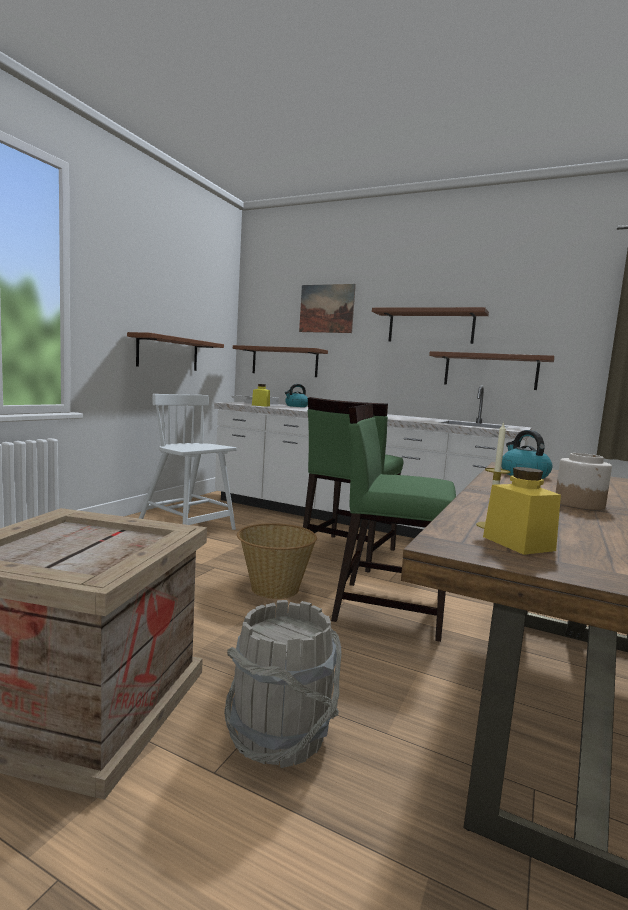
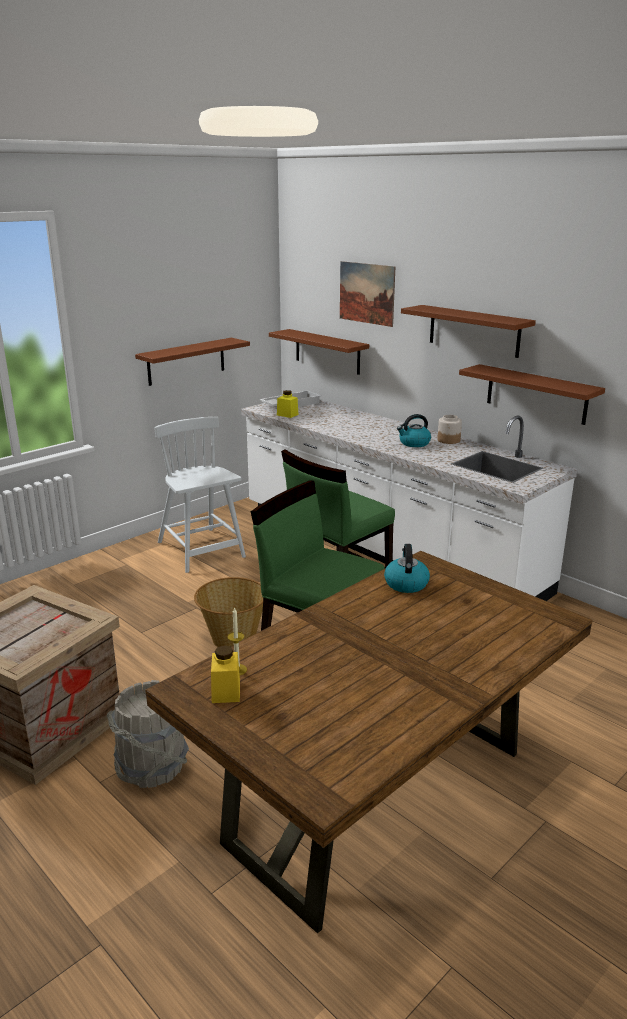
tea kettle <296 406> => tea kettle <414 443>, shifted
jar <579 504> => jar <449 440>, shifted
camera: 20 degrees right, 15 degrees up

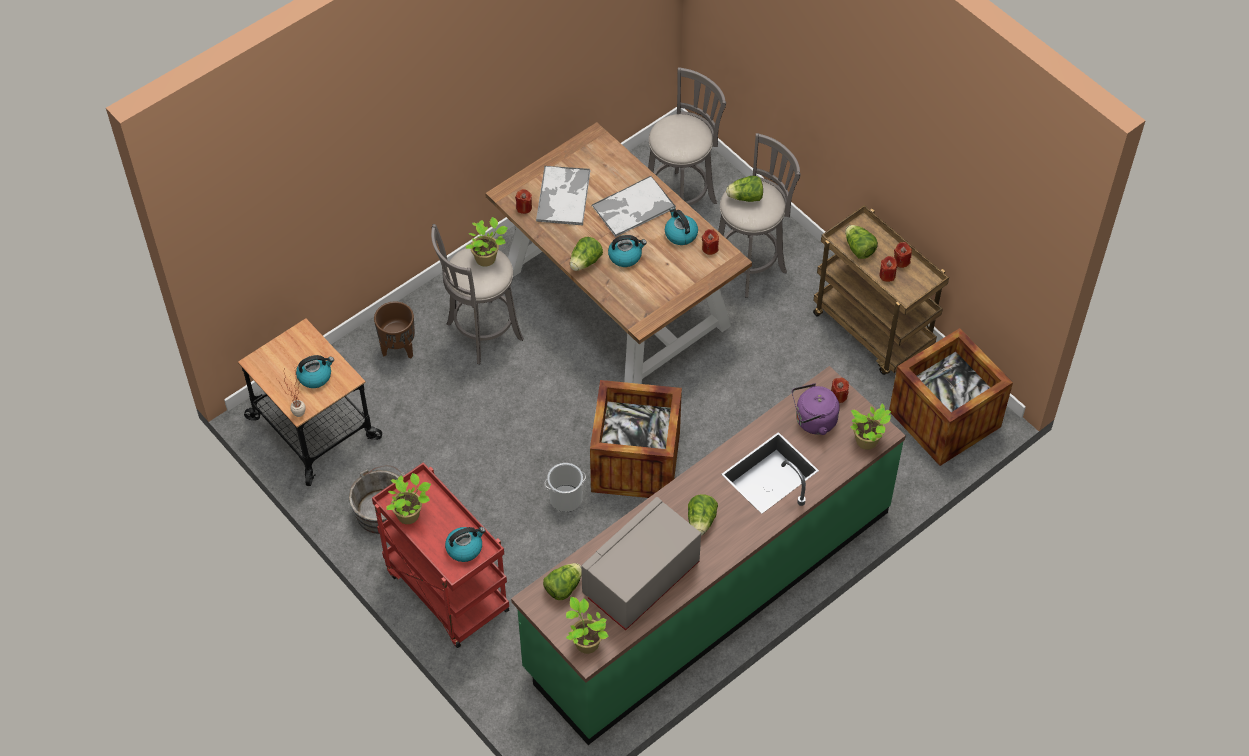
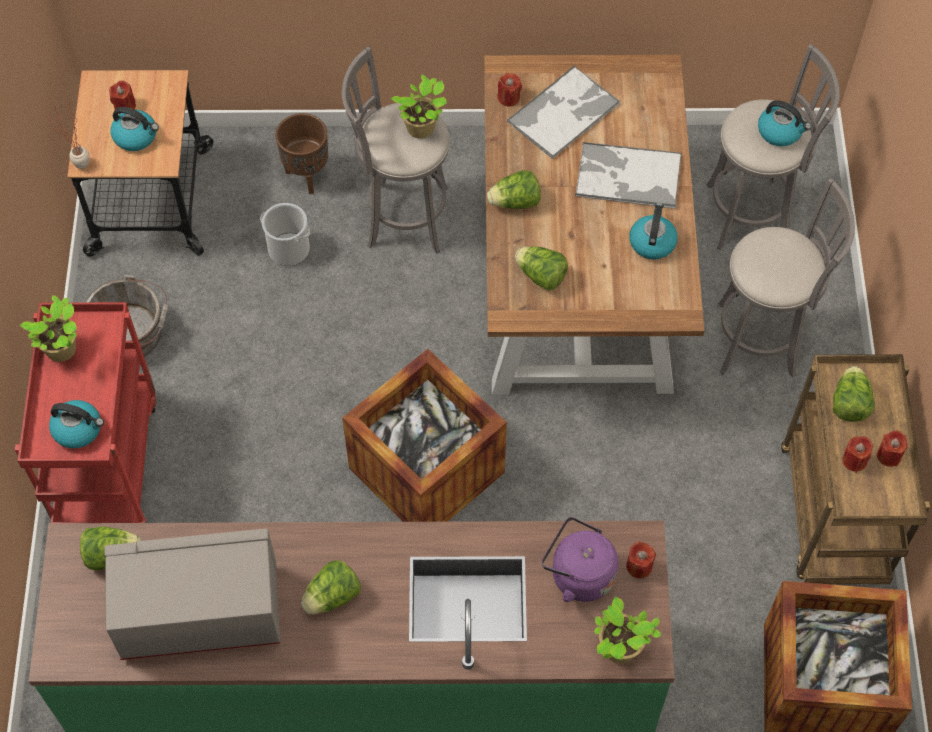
potted plant <586 642> => nothing
water bucket <566 498> => water bucket <289 249>, shifted
tea kettle <625 256> => tea kettle <780 132>, shifted
wax candle (red-coloured) <710 248> => wax candle (red-coloured) <125 106>, shifted
lettuce head <745 197> => lettuce head <541 276>, shifted
camera: 40 degrees right, 5 degrees up

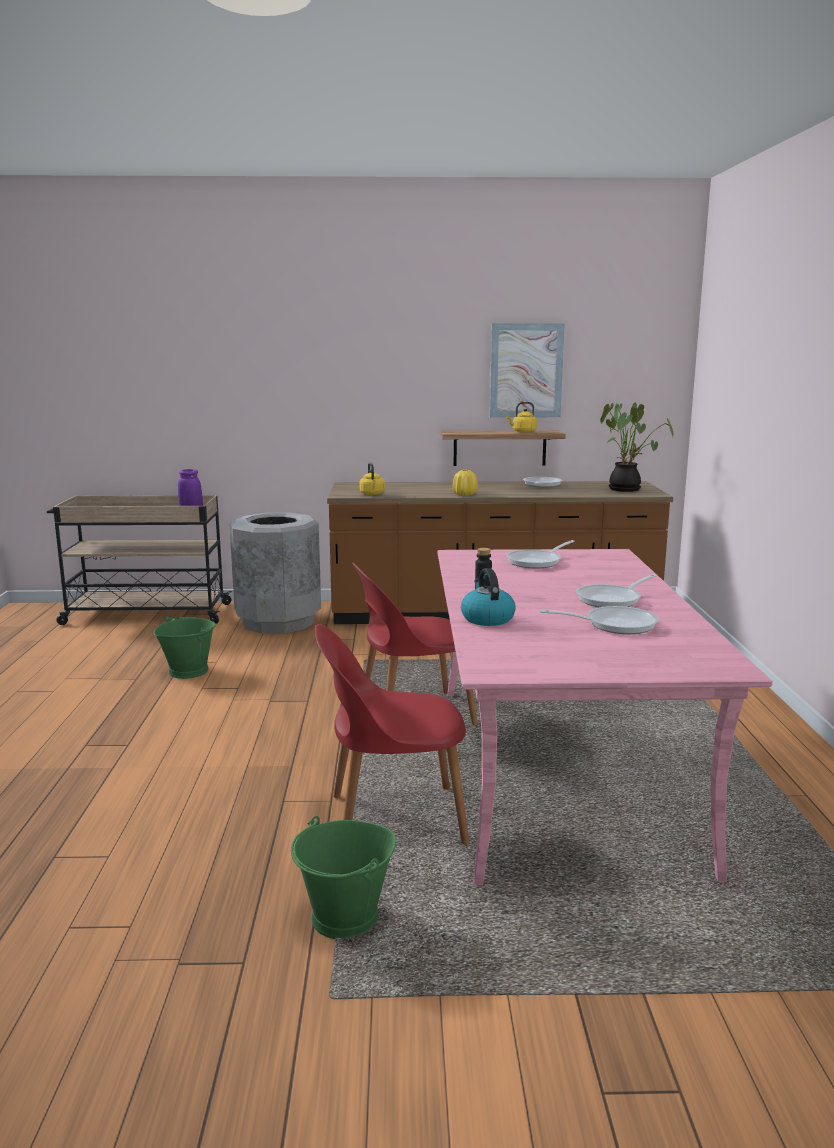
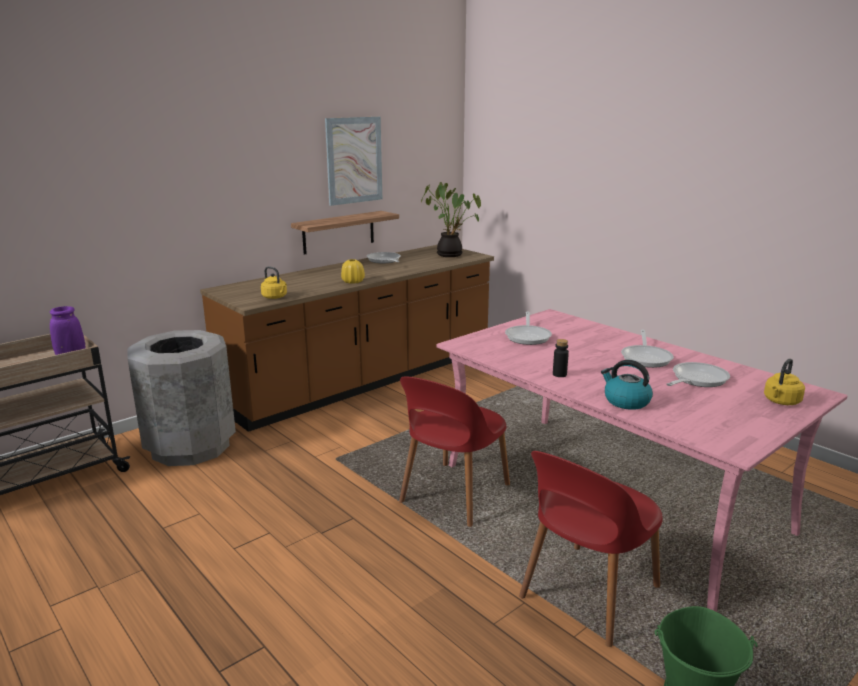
water bucket (green) <188 671> => nothing
tea kettle (yellow) <523 432> => tea kettle (yellow) <781 402>, shifted
camera: 40 degrees left, 5 degrees up

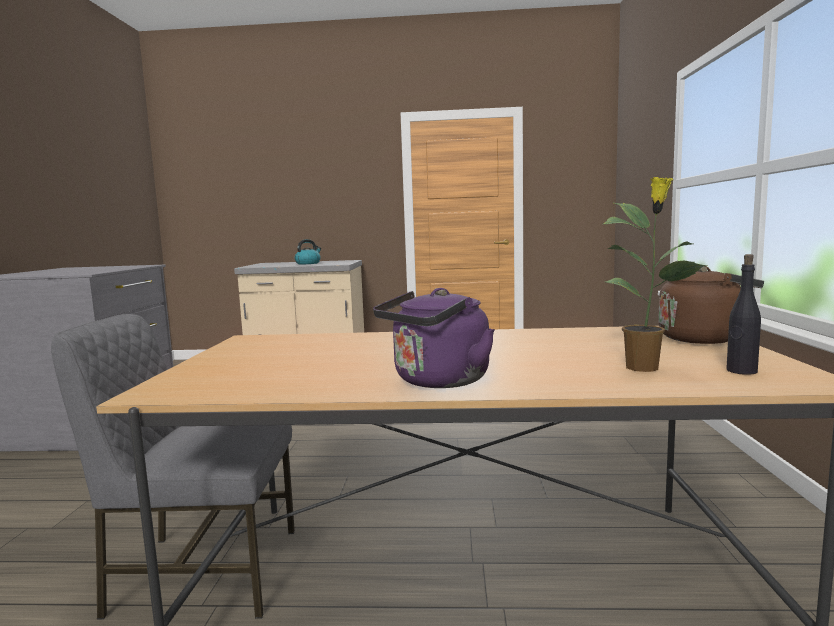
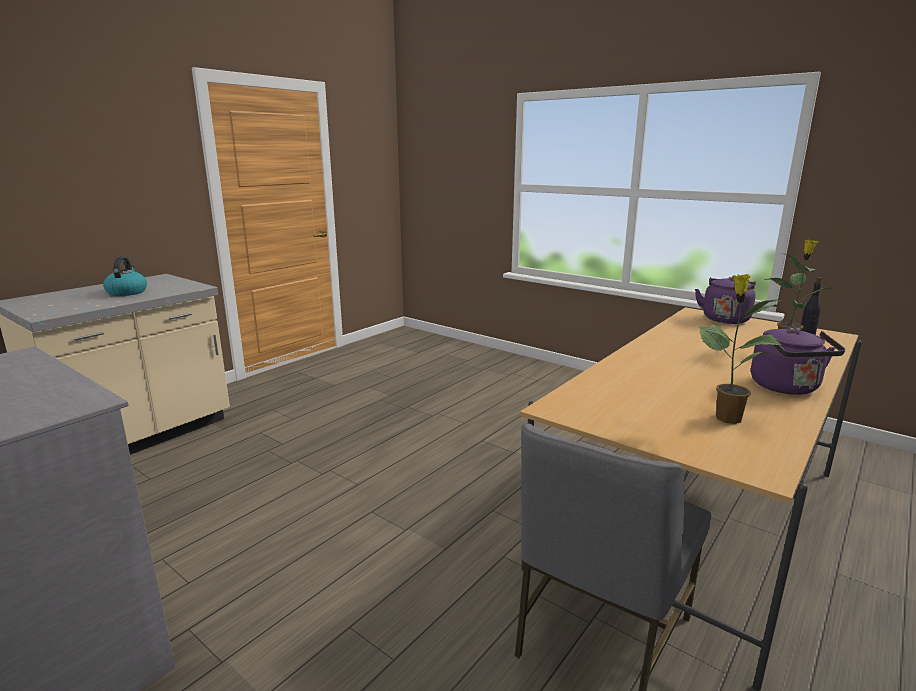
nothing => potted plant <726 418>
tea kettle (brown-coloured) <703 338> => tea kettle (purple-coloured) <725 319>
camera: 55 degrees left, 10 degrees up

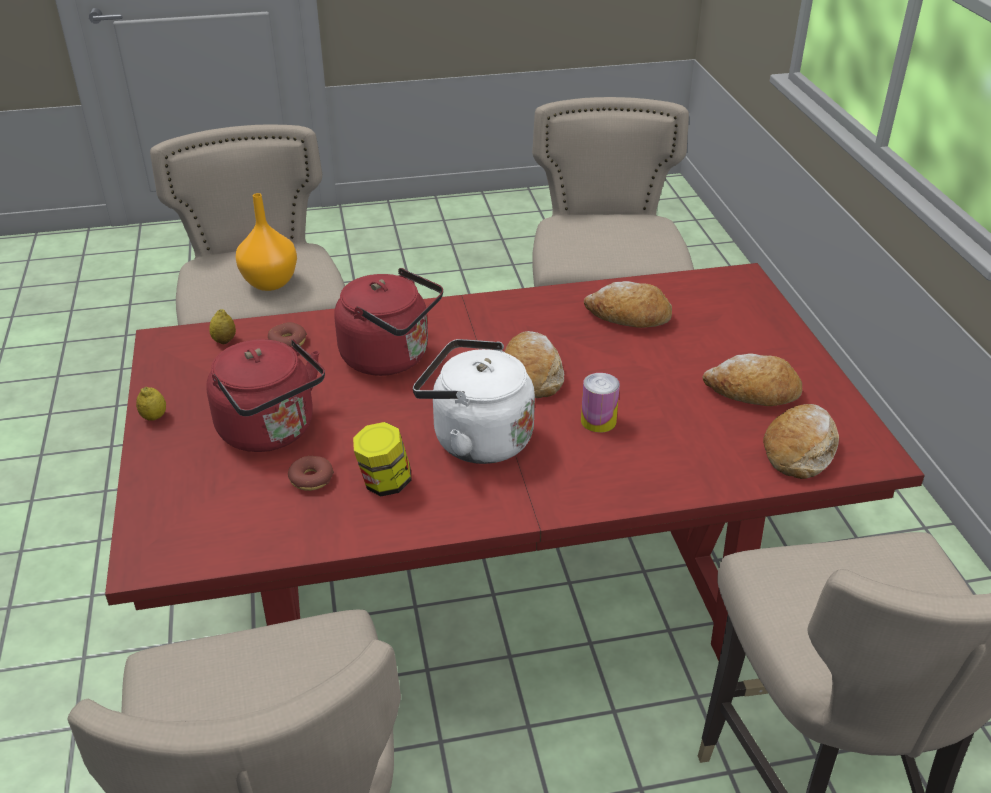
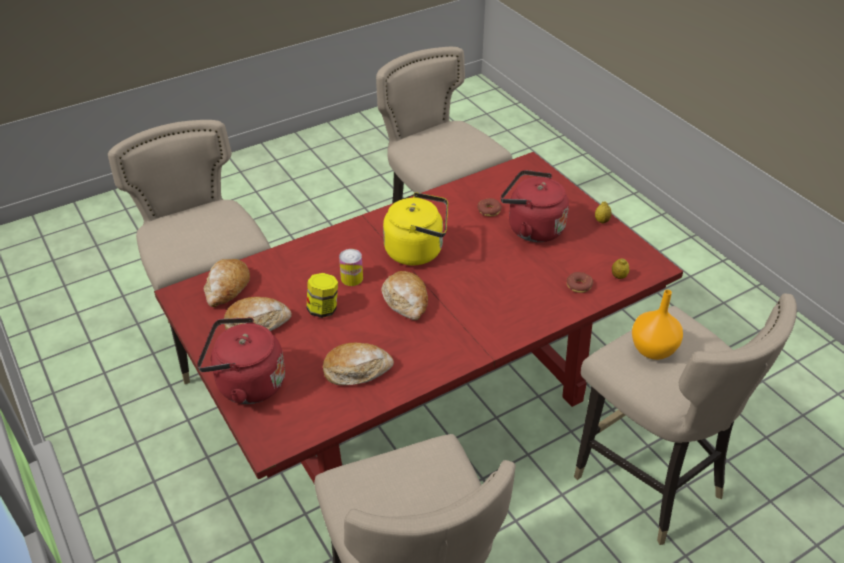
tea kettle (red-coloured) <391 358> => tea kettle (red-coloured) <246 384>, shifted
jar <384 483> => jar <323 309>, shifted
tea kettle (whitish) <476 439> => tea kettle (yellow) <418 250>
camera: 160 degrees right, 5 degrees up

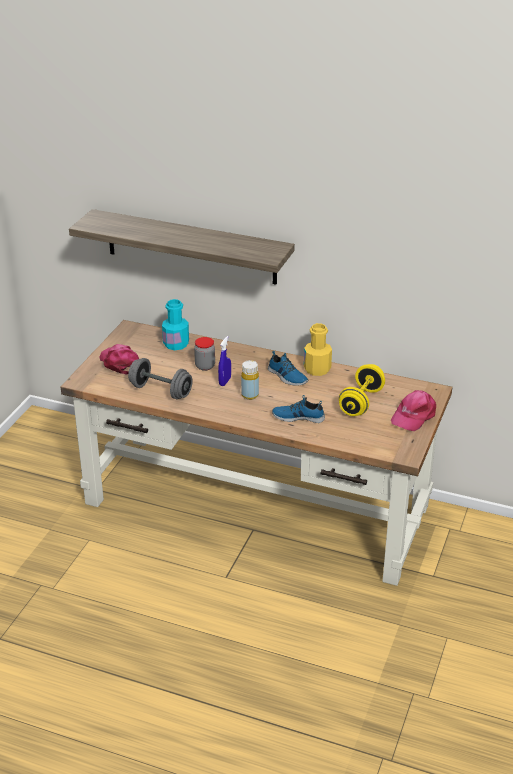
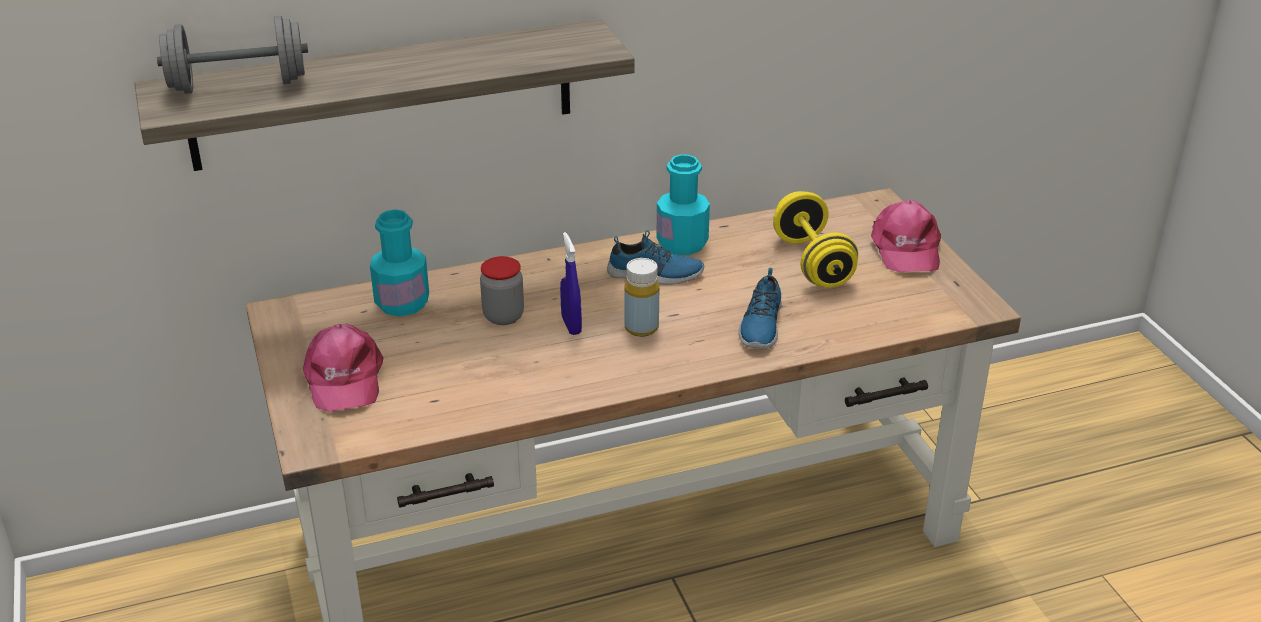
free weight (gray) <161 391> => free weight (gray) <238 85>, shifted
drink bottle (yellow) <317 369> => drink bottle (turquoise) <682 243>
peaked cap (pink-coloured) <120 363> => peaked cap (pink-coloured) <343 378>, 120 degrees counterclockwise
low shoe <298 416> => low shoe <760 325>, 45 degrees counterclockwise
camera: 40 degrees left, 0 degrees up

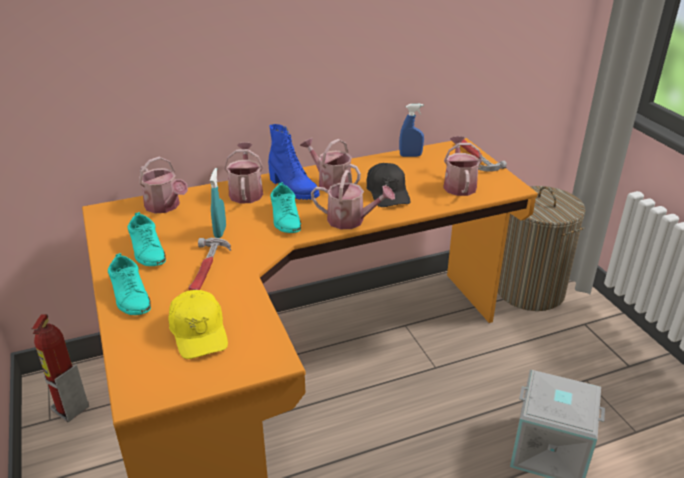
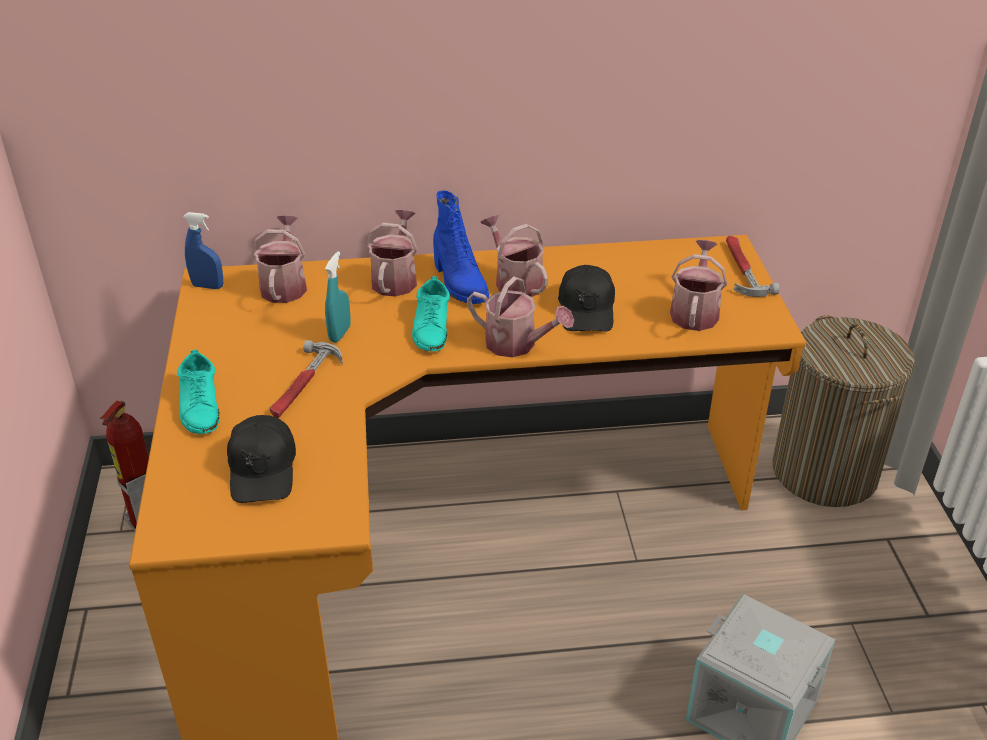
low shoe (turquoise) <147 250> => nothing
hand sprayer (bluish) <410 155> => hand sprayer (bluish) <208 286>, shifted
peaked cap (yellow) <199 332> => peaked cap (black) <263 469>
watering can <165 206> => watering can <284 285>, 150 degrees counterclockwise
camera: 15 degrees right, 5 degrees up

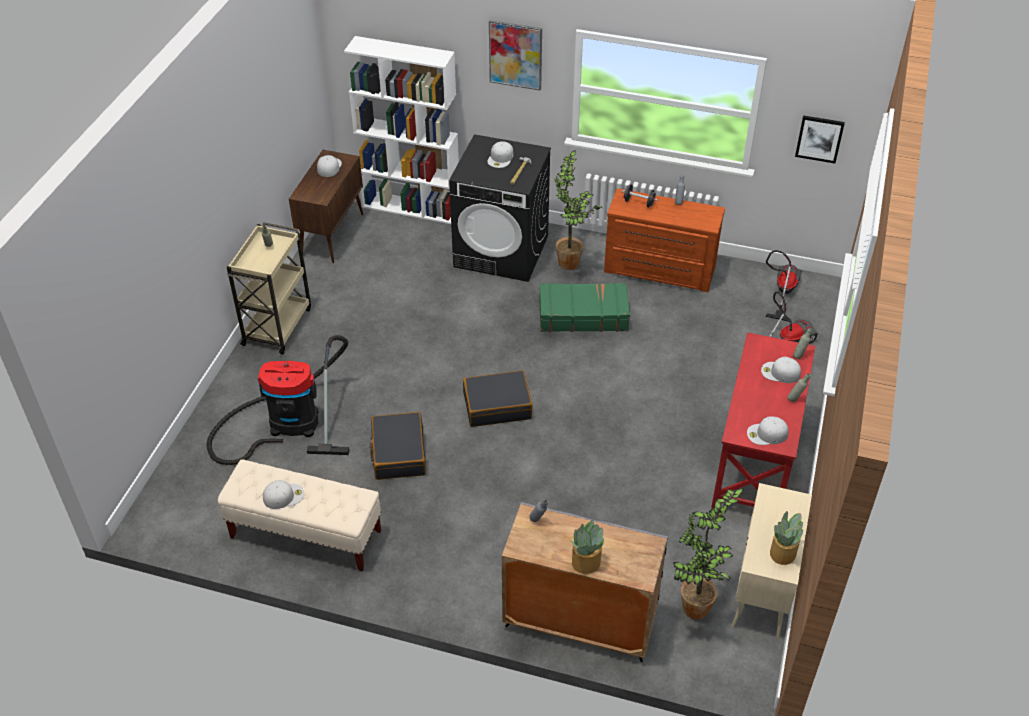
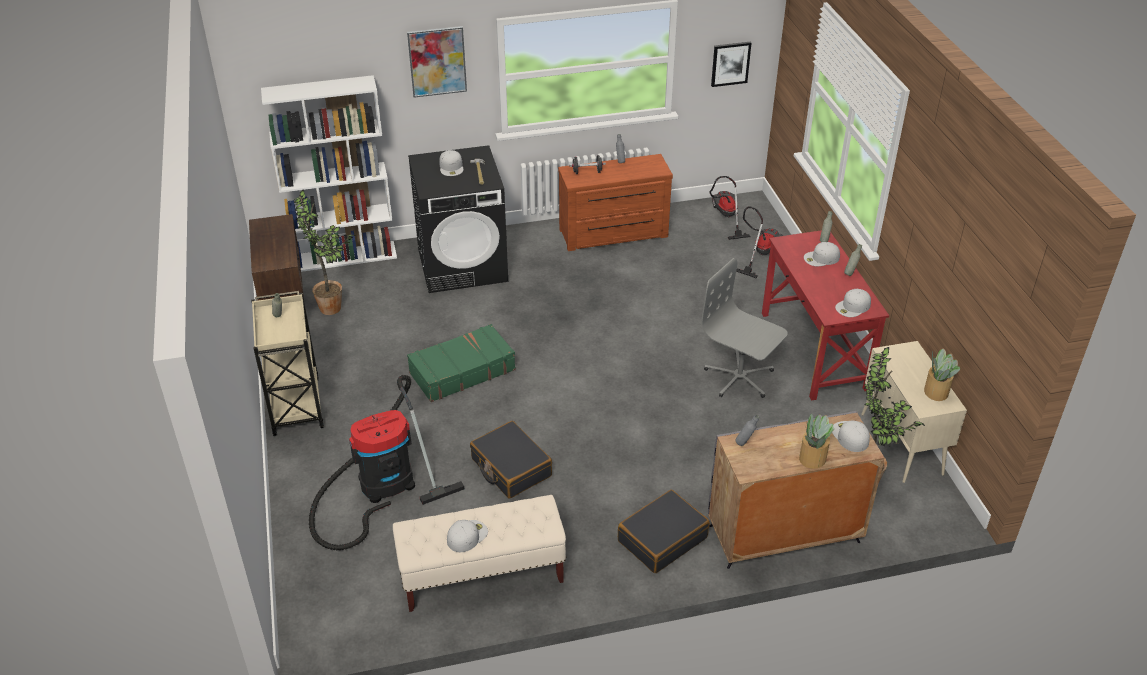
nothing => desk chair (gray) <739 378>
peaked cap (whitish) <329 167> => peaked cap (whitish) <849 436>, shifted
piece of luggage (black) <497 405> => piece of luggage (black) <662 539>, shifted
piece of luggage (green) <583 315> => piece of luggage (green) <461 371>, shifted
potted plant <570 265> => potted plant <333 309>, shifted
camera: 30 degrees left, 5 degrees down

